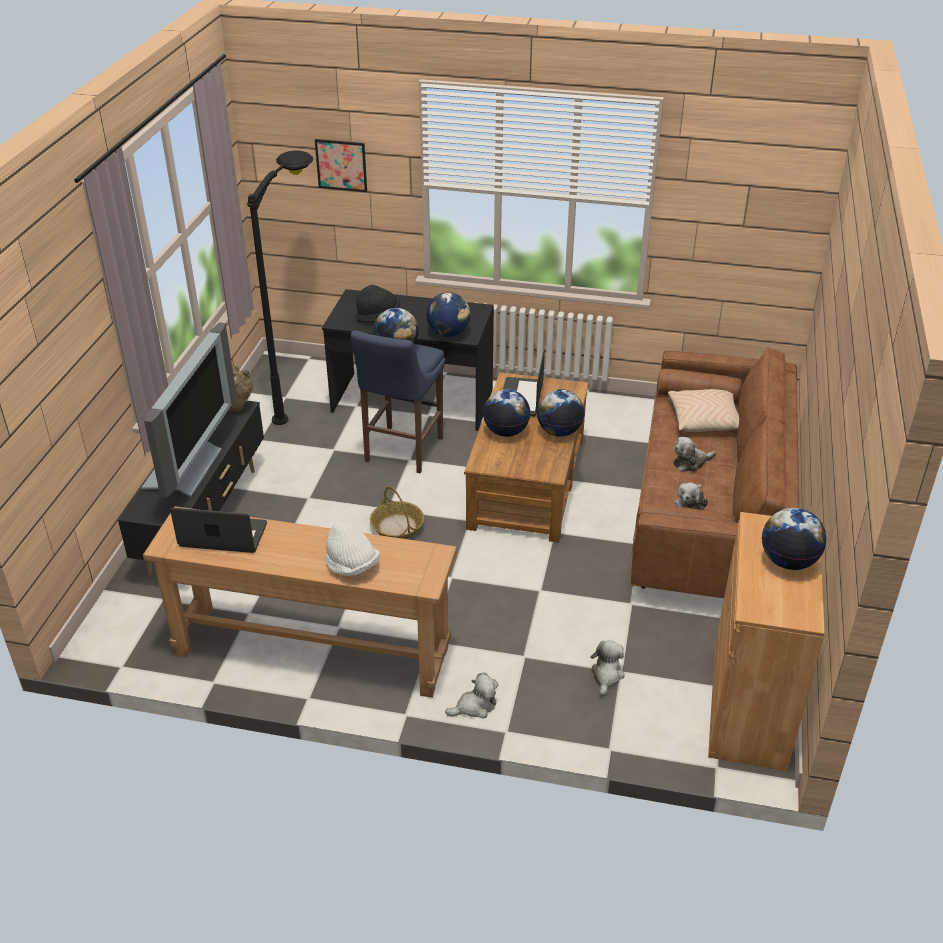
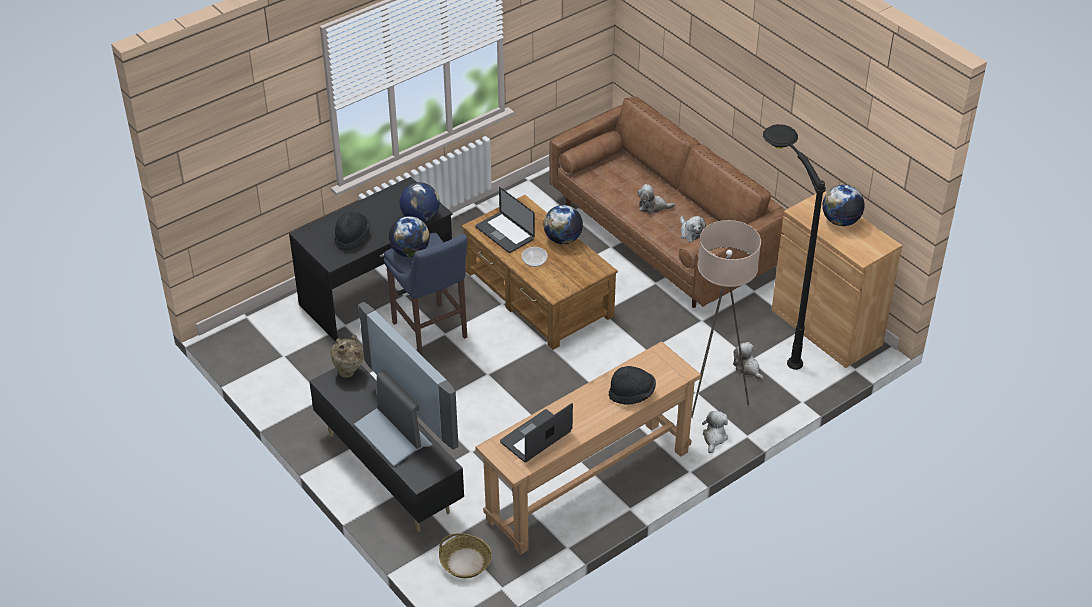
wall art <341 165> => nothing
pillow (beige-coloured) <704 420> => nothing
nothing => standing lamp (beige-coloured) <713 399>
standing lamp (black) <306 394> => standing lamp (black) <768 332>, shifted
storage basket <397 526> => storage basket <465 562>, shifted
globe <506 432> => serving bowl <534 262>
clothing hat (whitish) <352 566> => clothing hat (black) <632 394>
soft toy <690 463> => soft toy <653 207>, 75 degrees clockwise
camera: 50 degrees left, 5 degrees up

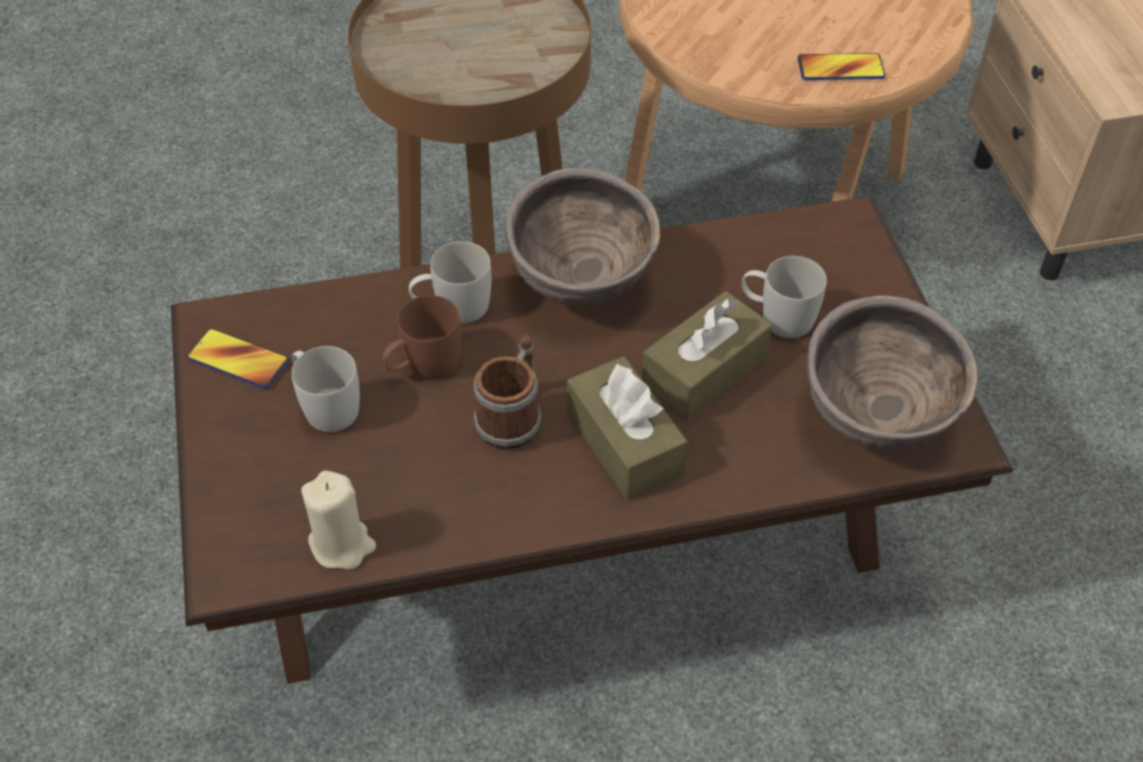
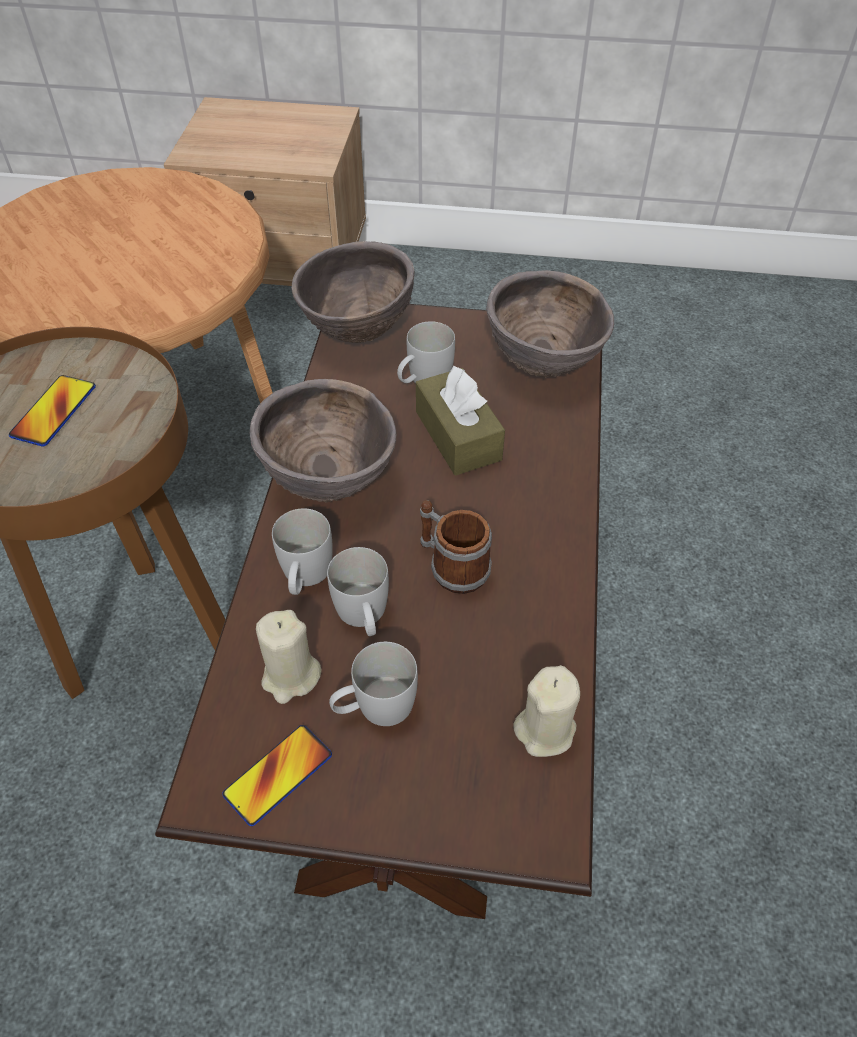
box of tissues (brown-coloured) <624 443> => nothing
nothing => wax candle (beige-coloured) <290 676>
nothing => serving bowl (brown-coloured) <357 332>
telephone <840 69> => telephone <54 412>, shifted
mug (brown-coloured) <423 366> => mug (whitish) <364 616>
camera: 70 degrees left, 0 degrees up

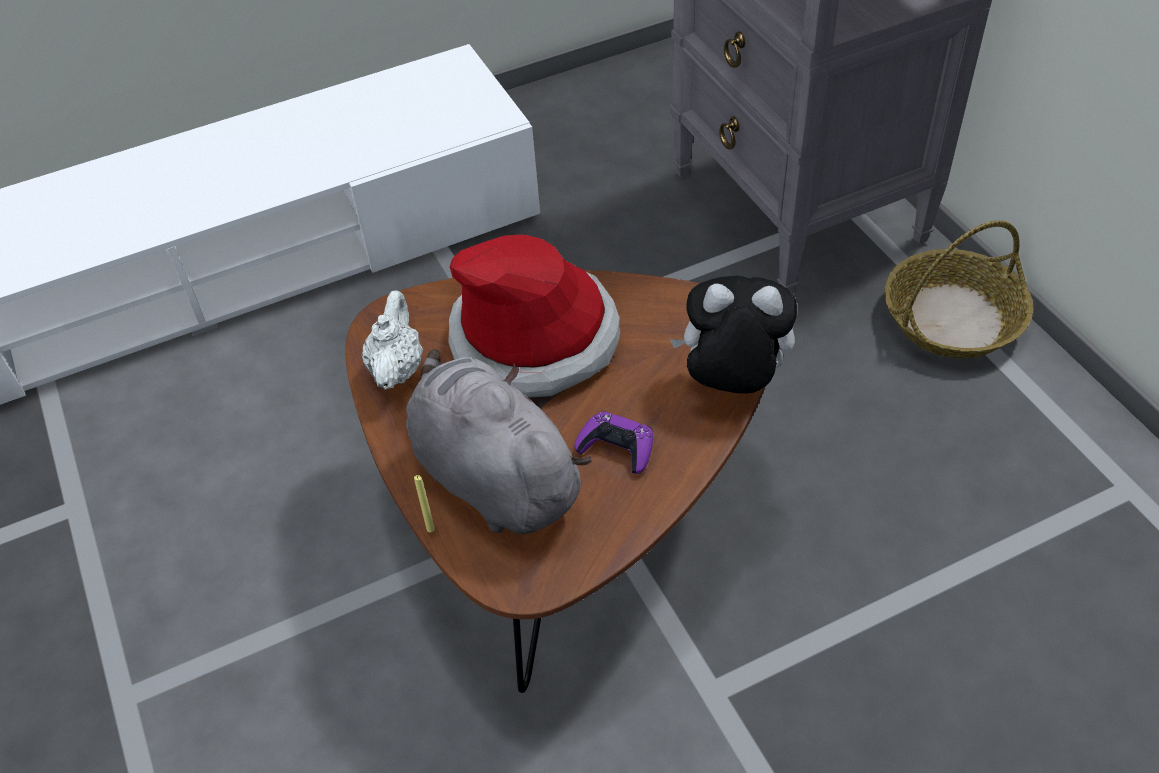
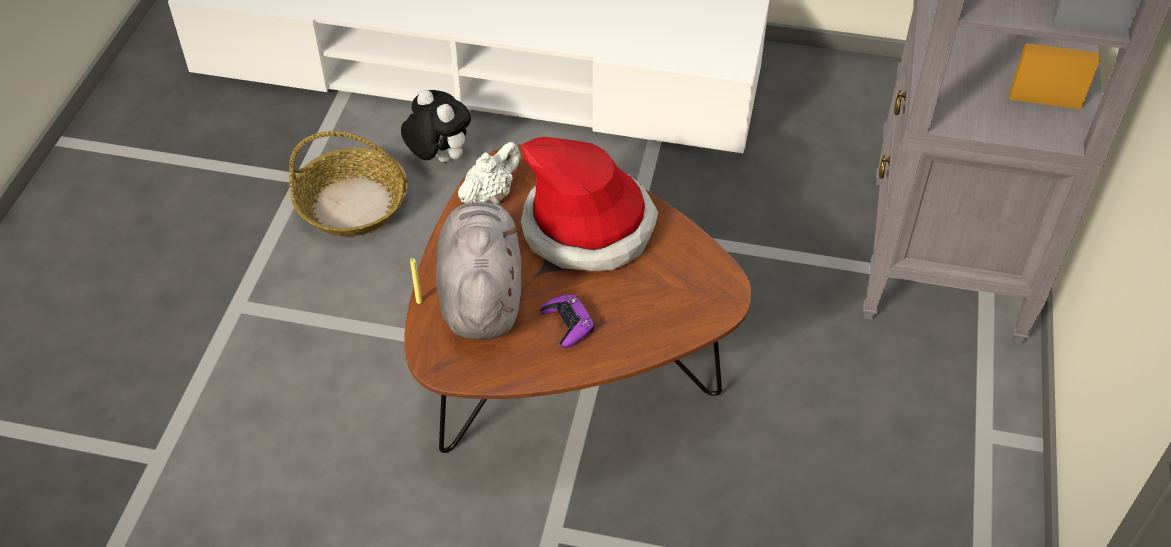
soft toy <731 383> => soft toy <438 158>, shifted
storage basket <952 318> => storage basket <353 204>, shifted
camera: 35 degrees right, 0 degrees up

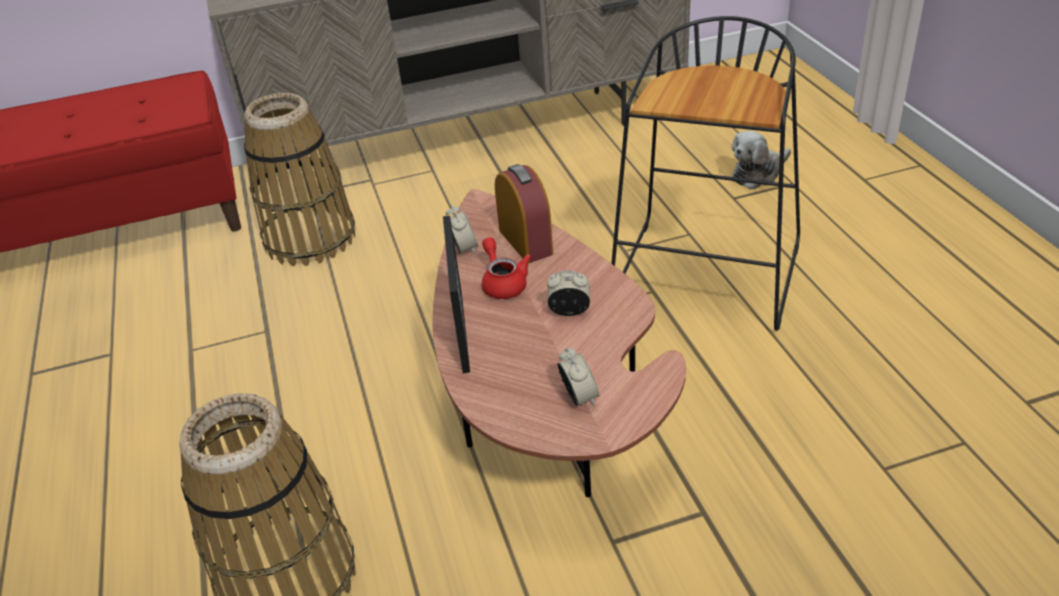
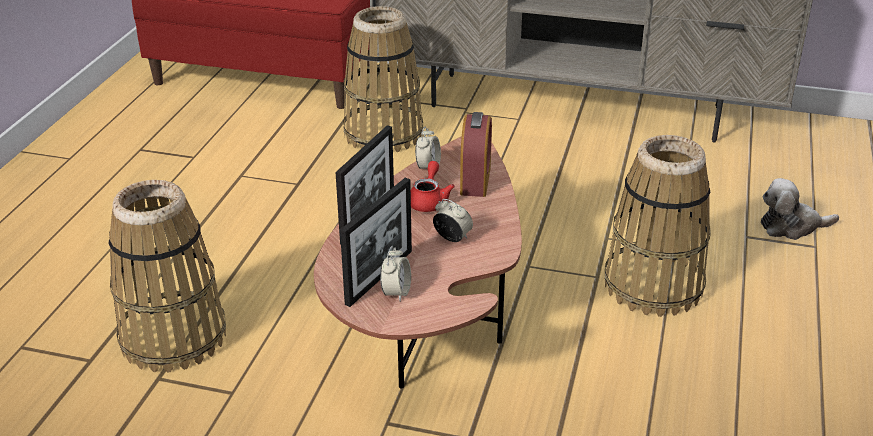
nothing => picture frame <379 277>
sitting stool (black) <708 277> => storage basket <653 286>
camera: 30 degrees right, 5 degrees down

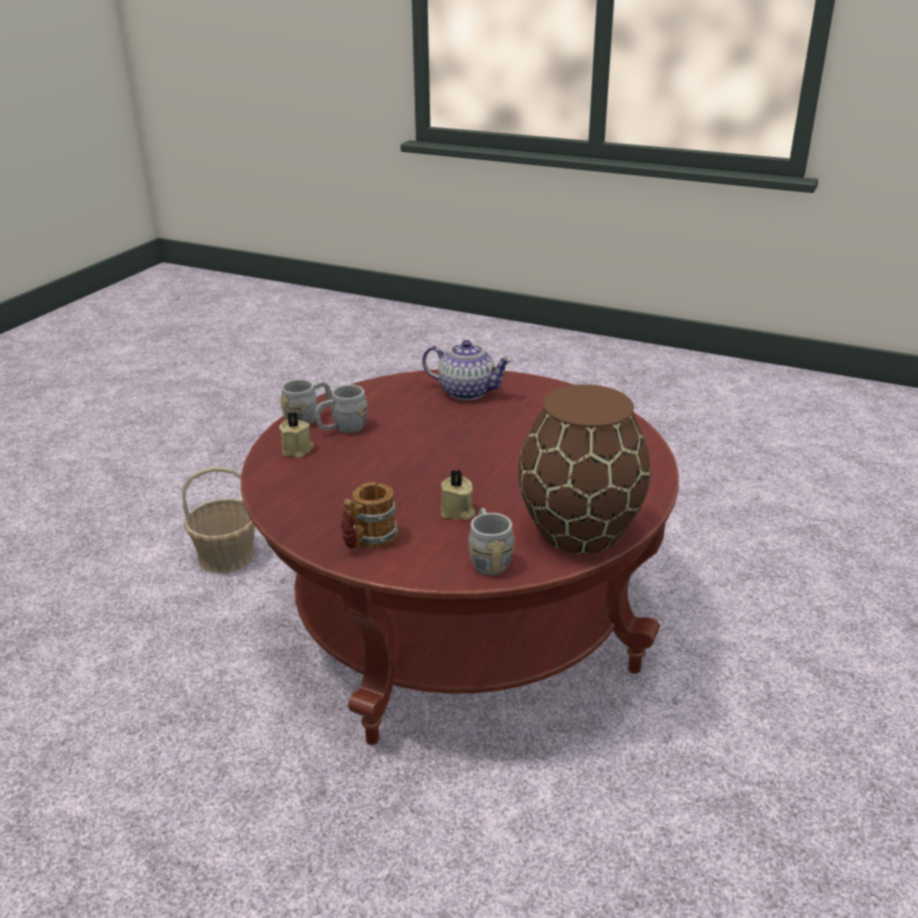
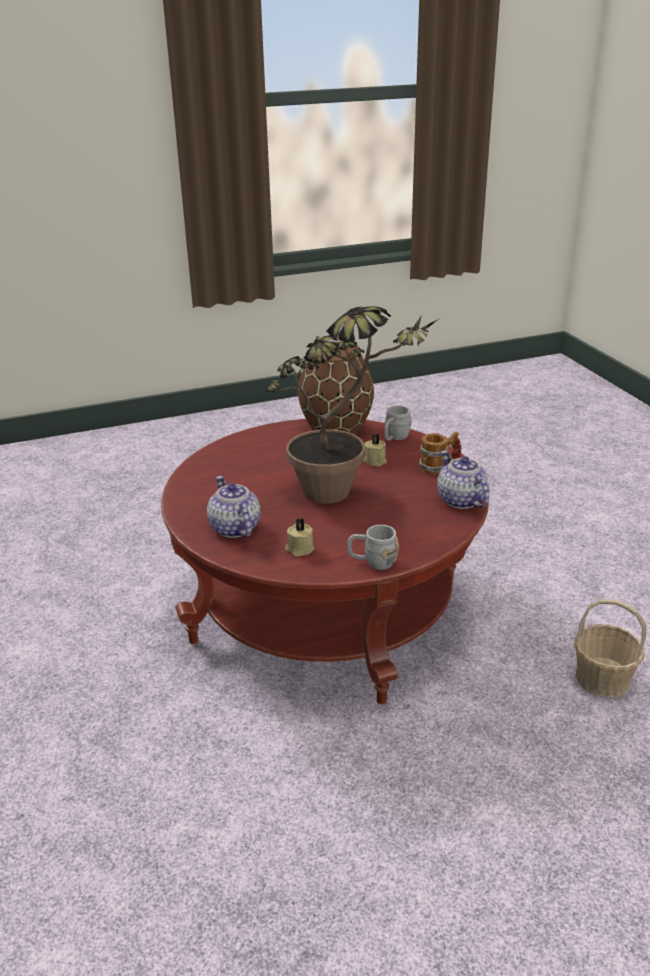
mug (gray) <342 429> => nothing
nothing => potted plant <343 494>
nothing => teapot <461 500>
storage basket <227 556> => storage basket <602 678>, shifted
wax candle (beige-coloured) <298 450> => wax candle (beige-coloured) <299 549>, shifted
camera: 135 degrees left, 0 degrees up

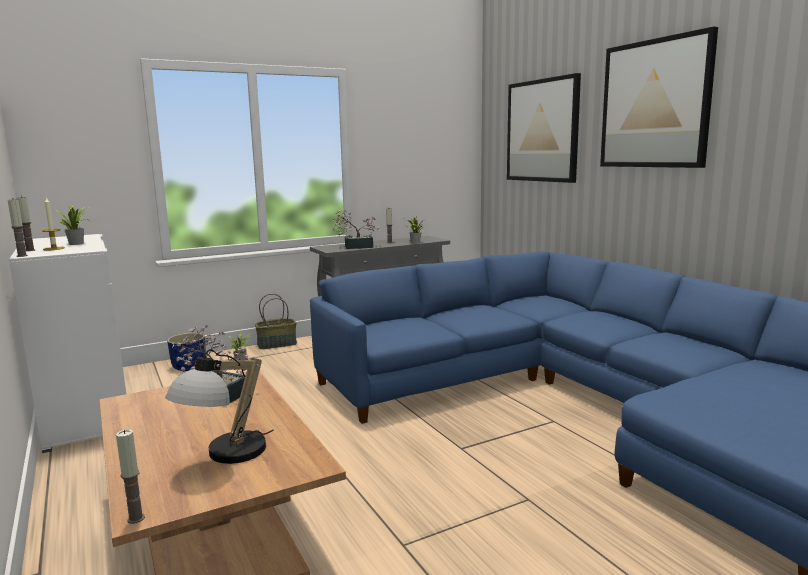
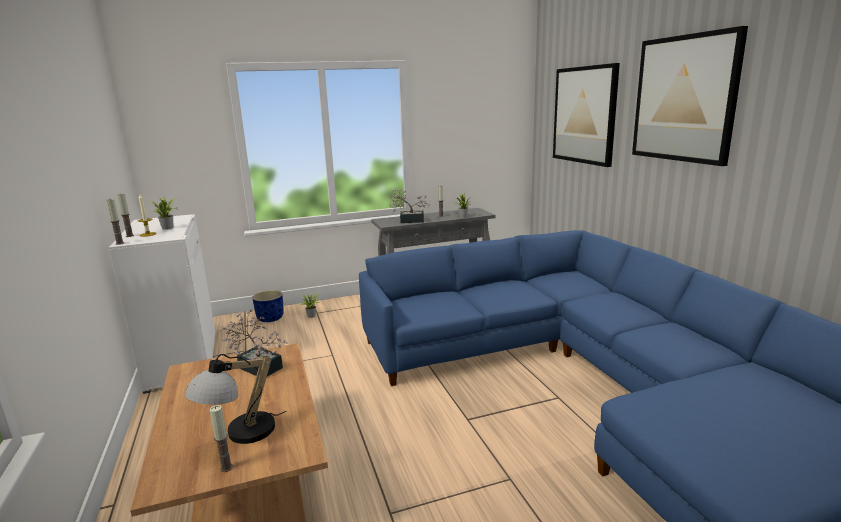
storage basket <277 344> => nothing
wax candle <136 518> => wax candle <226 468>, shifted
camera: 10 degrees right, 5 degrees up

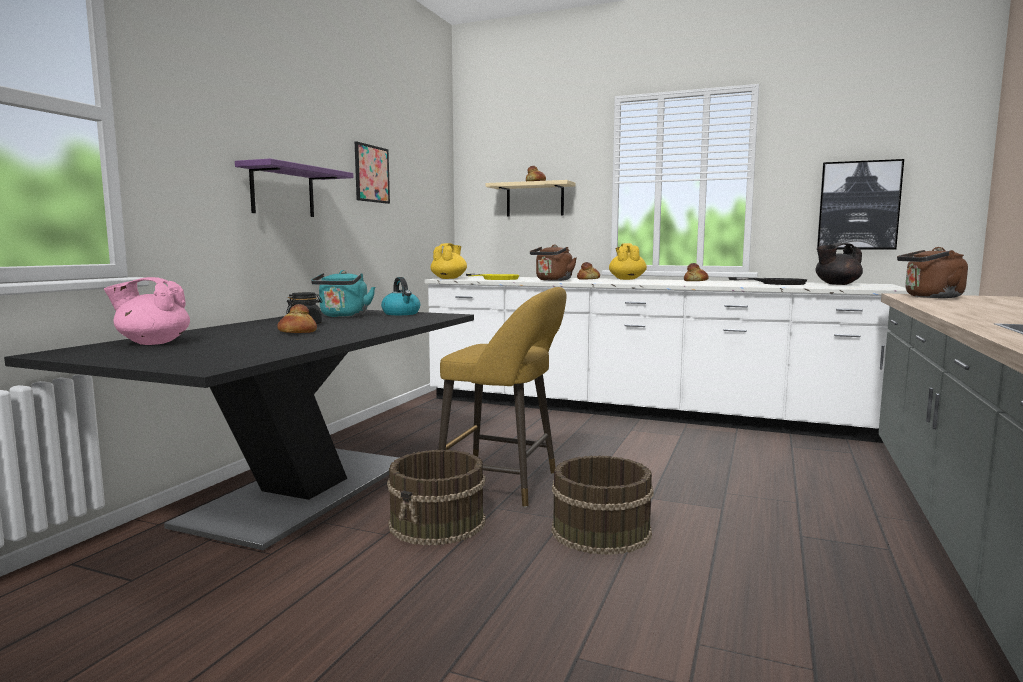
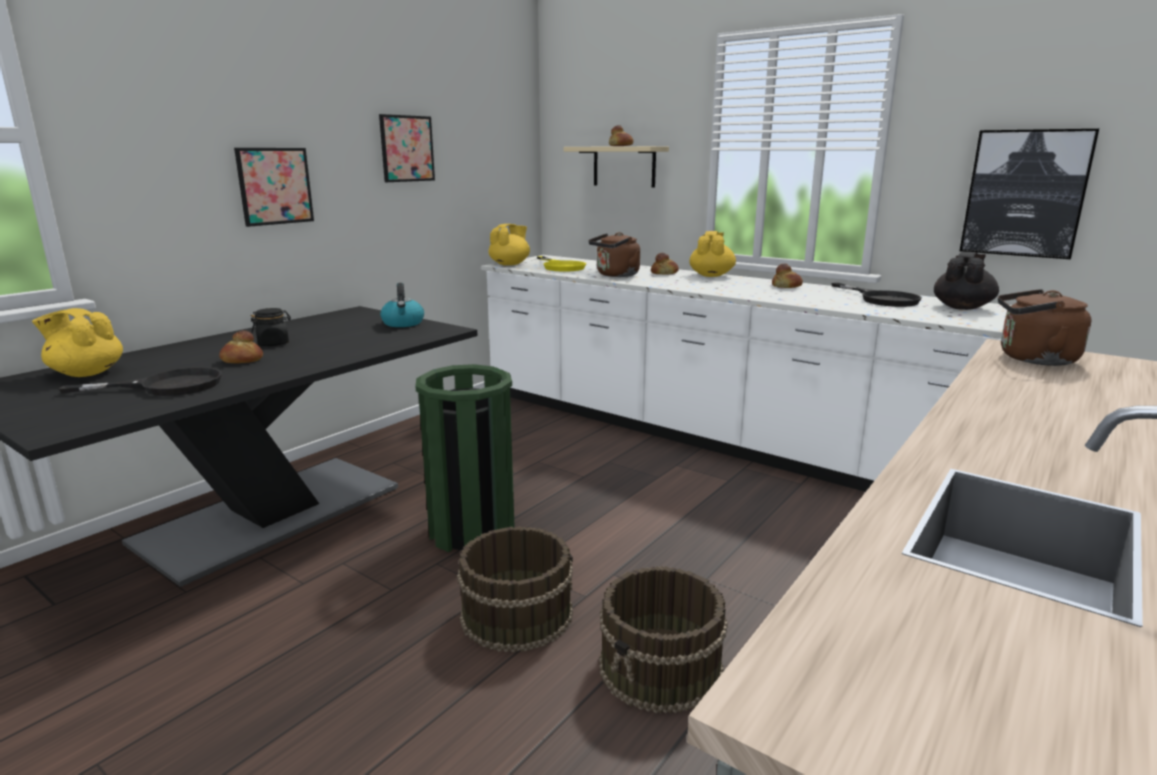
tea kettle (turquoise) <343 316> => nothing
nothing => skillet (black) <167 386>
water bucket (brown-coloured) <438 523> => water bucket (brown-coloured) <661 668>, shifted
bracket shelf (purple-coloured) <282 191> => wall art <275 186>
sitting stool (yellow) <505 484> => rubbish bin (green) <472 531>
teapot (pink-coloured) <152 343> => teapot (yellow) <86 373>
teapot (black) <836 284> => teapot (black) <962 307>, 120 degrees clockwise
camera: 15 degrees right, 10 degrees up

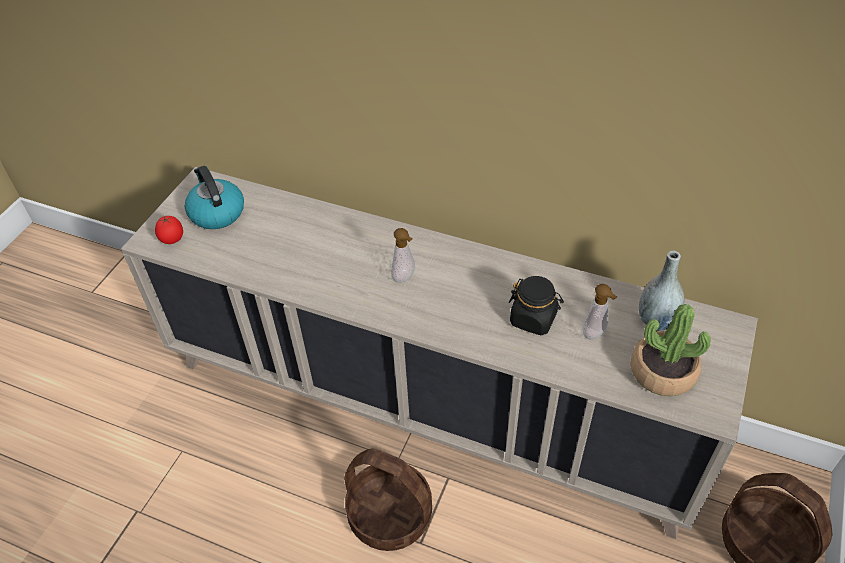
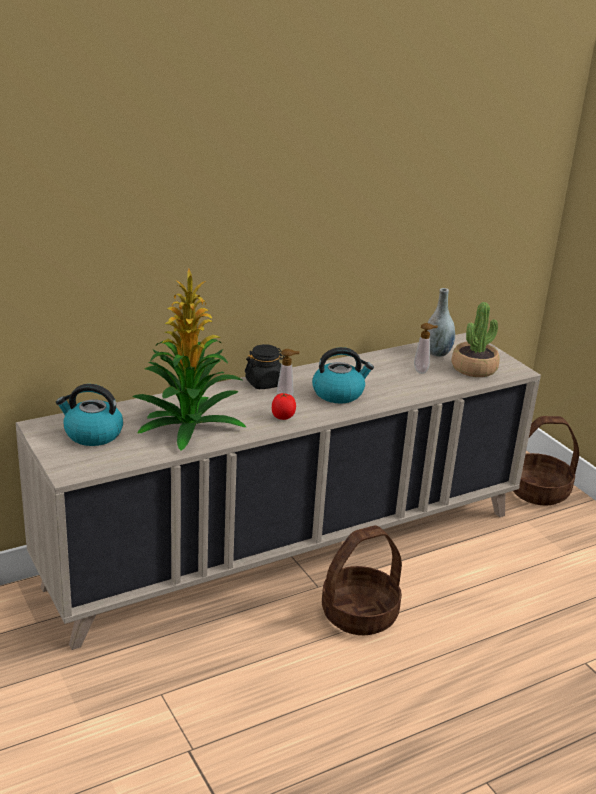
nothing => potted plant <187 424>
nothing => tea kettle <339 393>
fresh tomato <172 240> => fresh tomato <283 417>, shifted
jar (black) <533 319> => jar (black) <264 383>, shifted
camera: 55 degrees left, 20 degrees down

